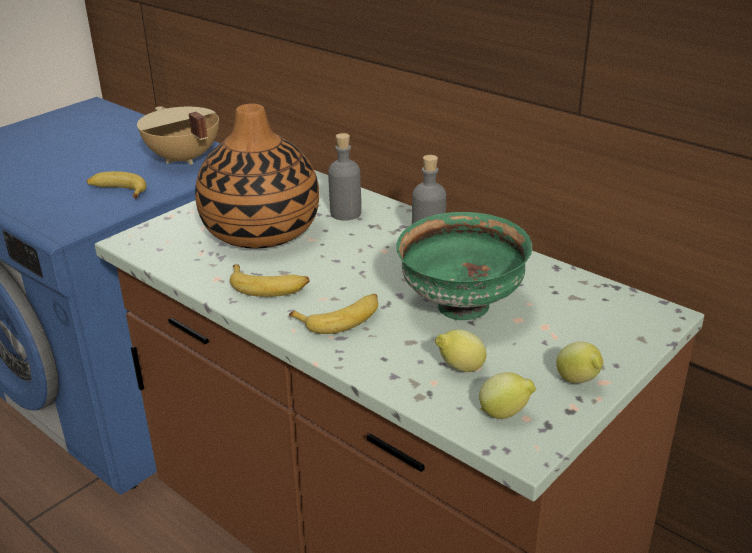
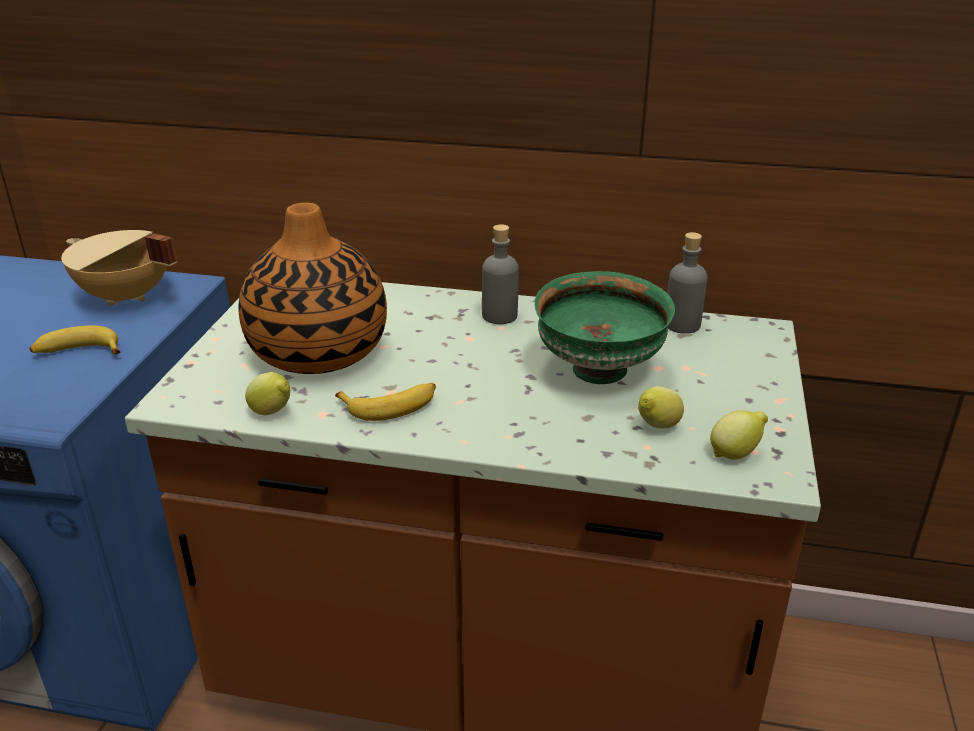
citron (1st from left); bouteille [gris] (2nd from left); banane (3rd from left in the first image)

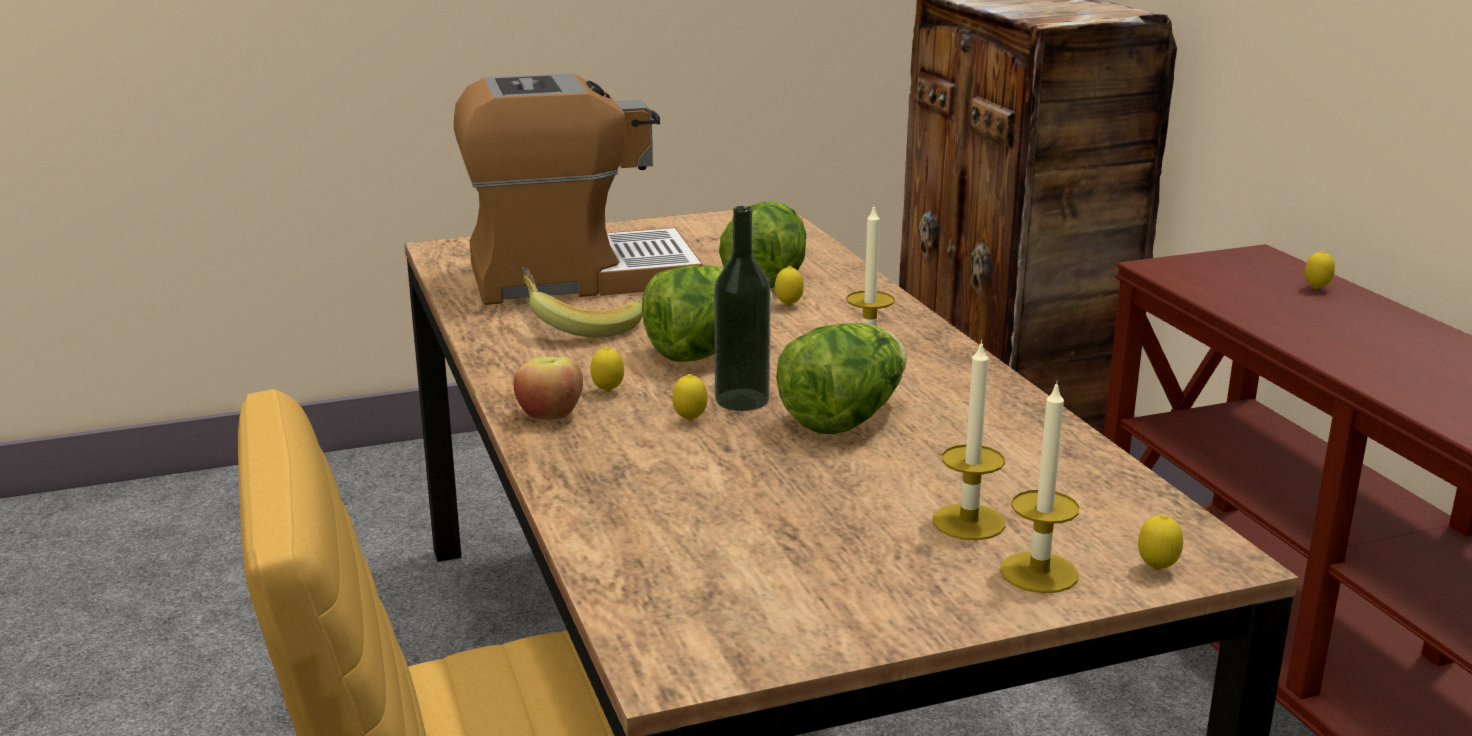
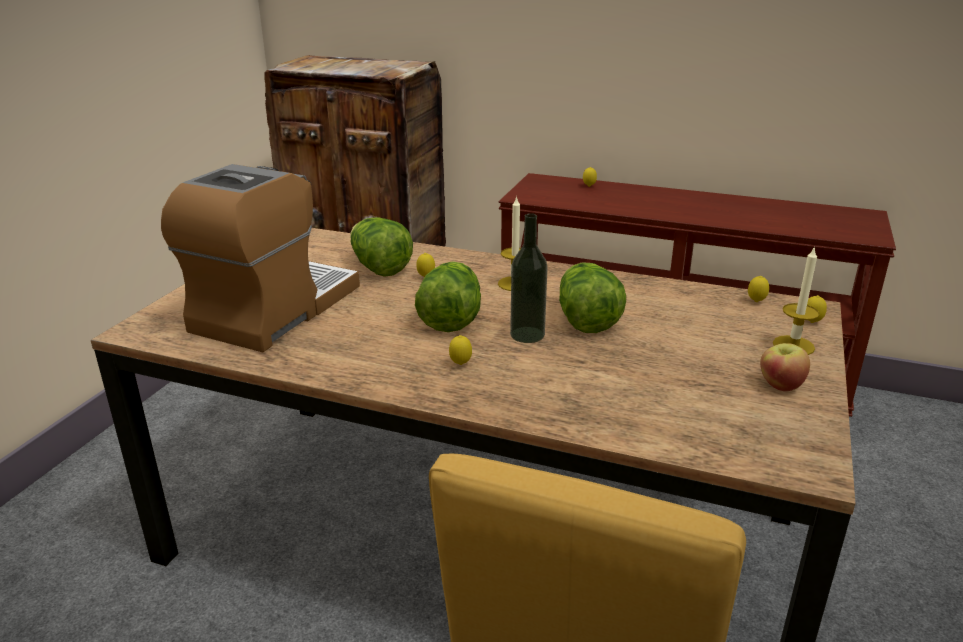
citron (4th from left); pomme; banane; bougie (2nd from left in the first image)

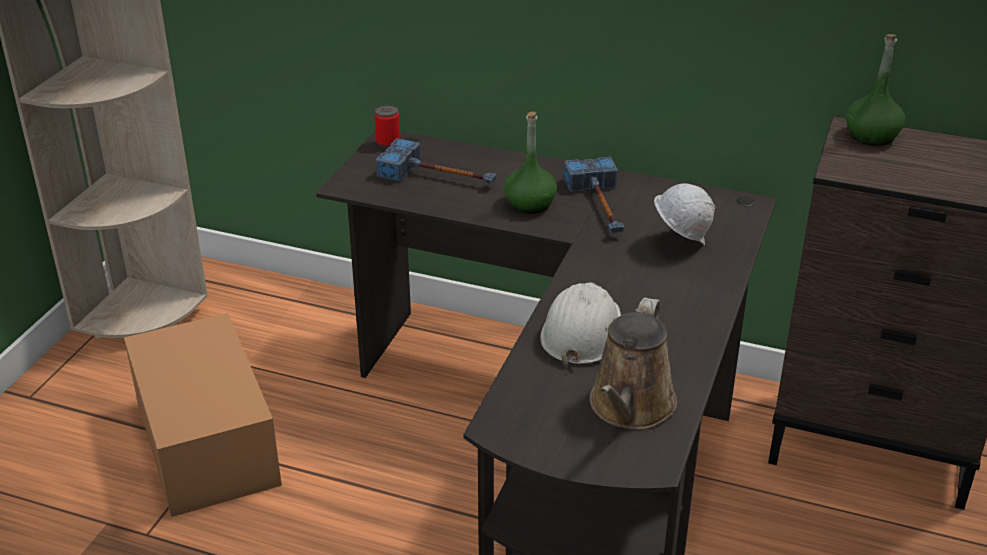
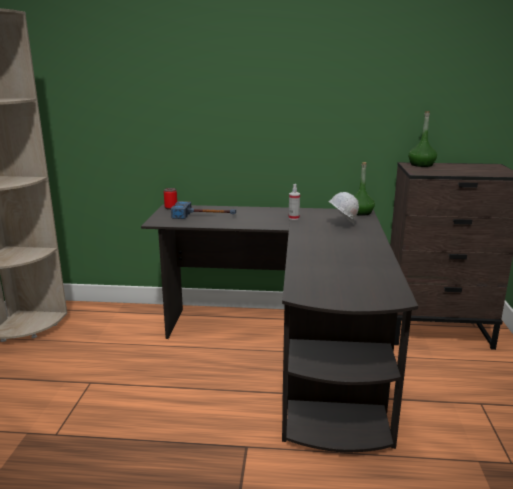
vaporisateur; bouteille [vert] (1st from left); carton; casque de chantier [blanc] (1st from left in the first image); arrosoir [marron]

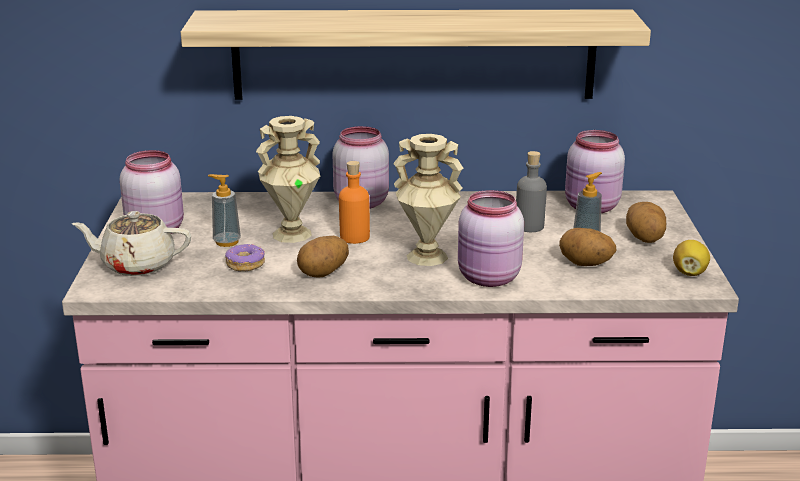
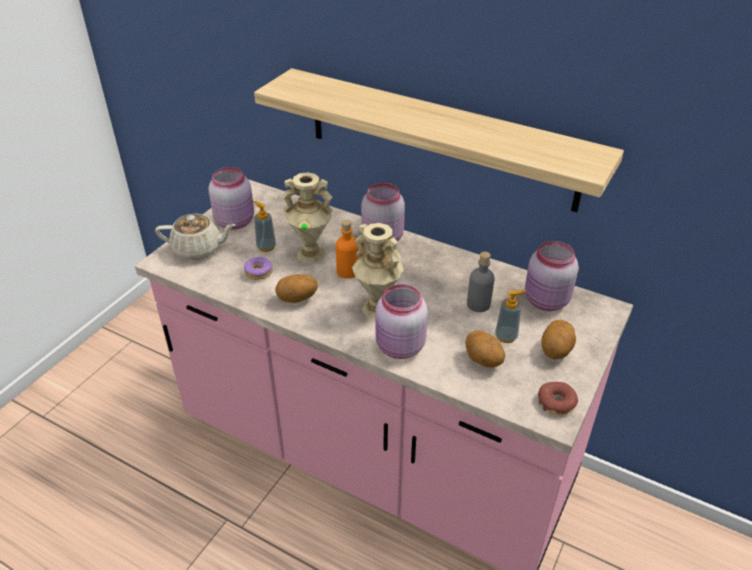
théière [beige]; beignet (2nd from left)

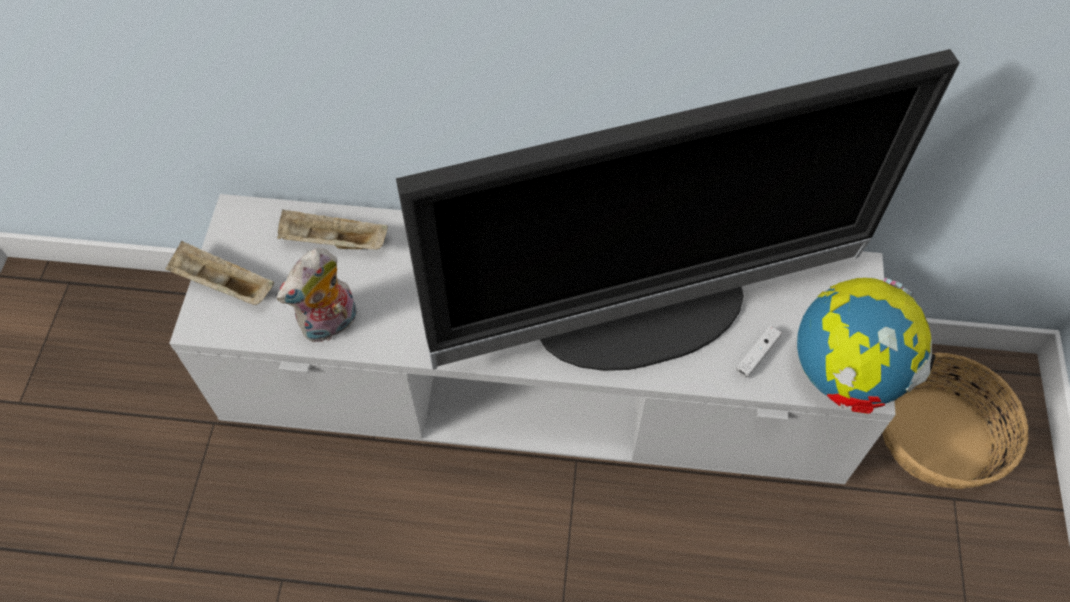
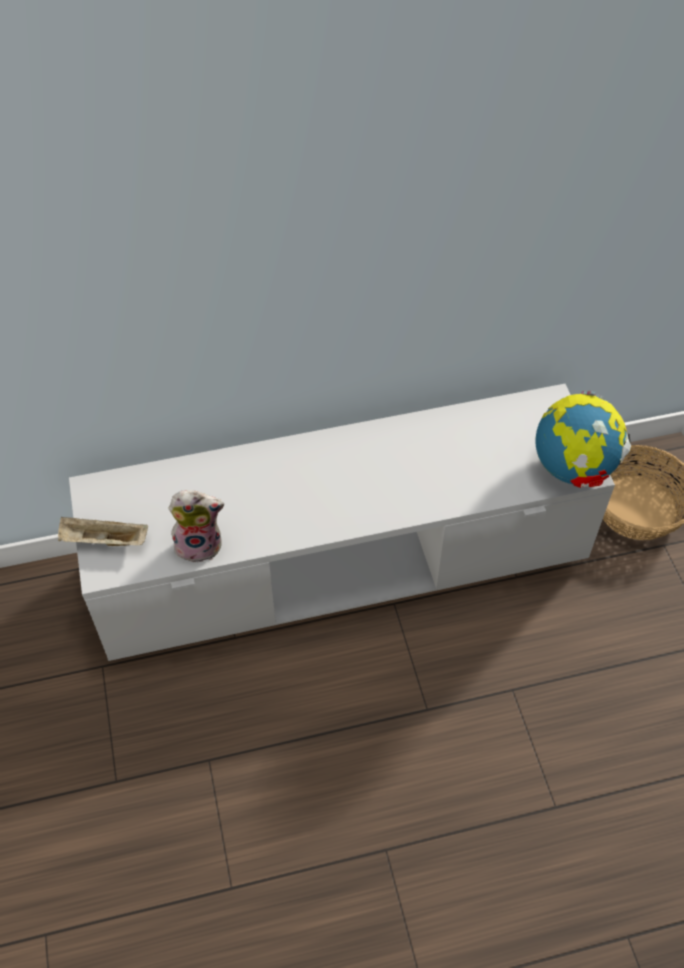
peluche; plateau [beige] (2nd from left in the first image); téléviseur; manette [blanc]

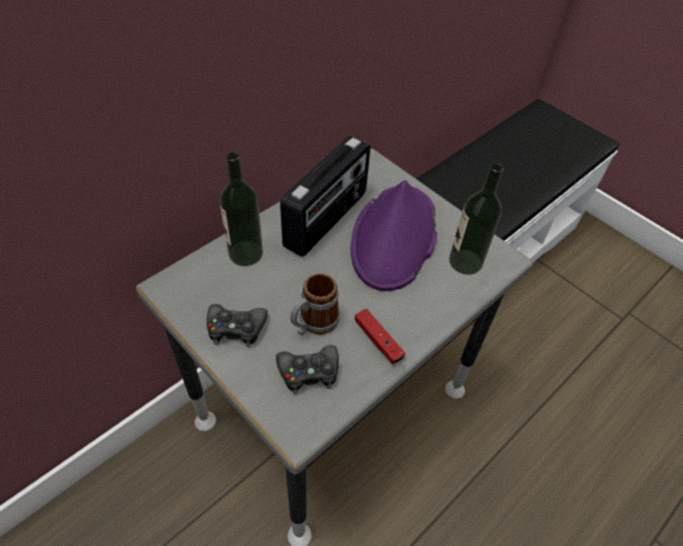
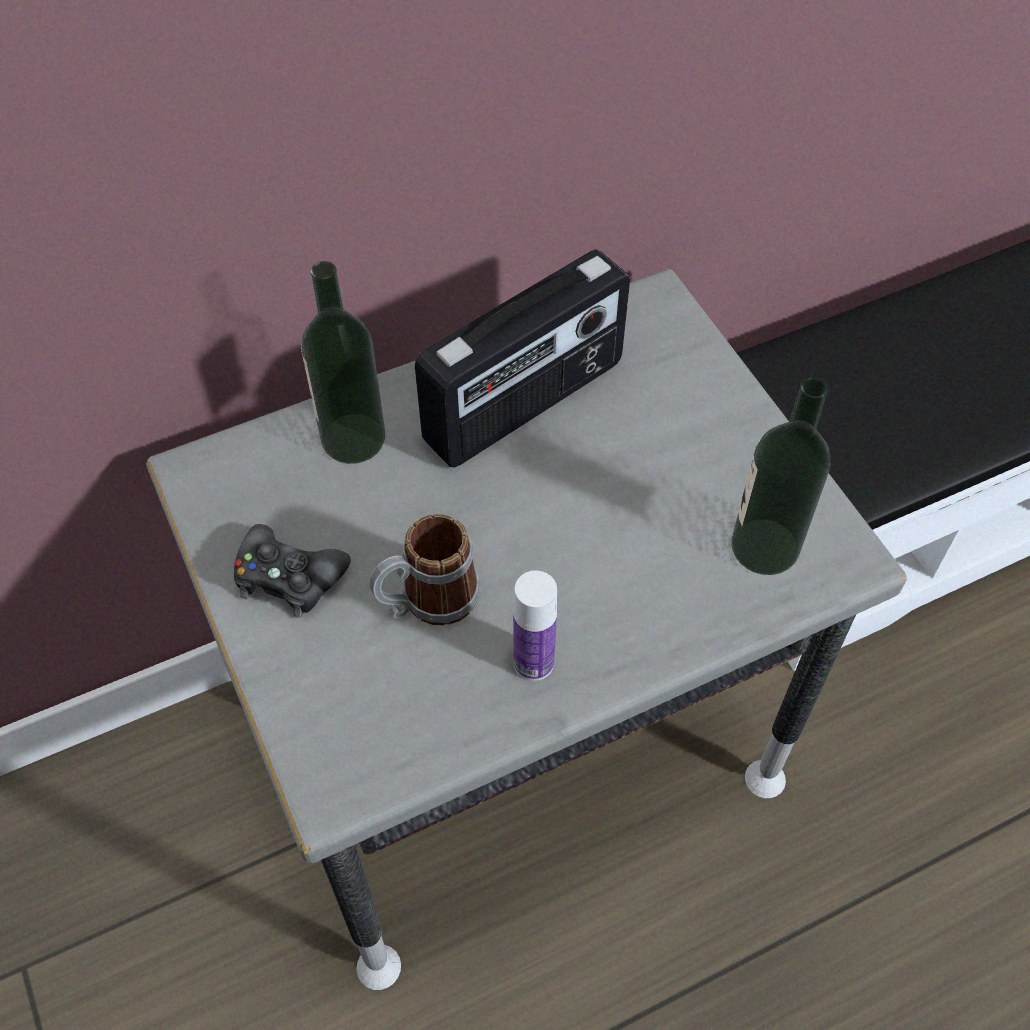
bouteille (2nd from left); manette [noir] (2nd from left in the first image); chapeau [violet]

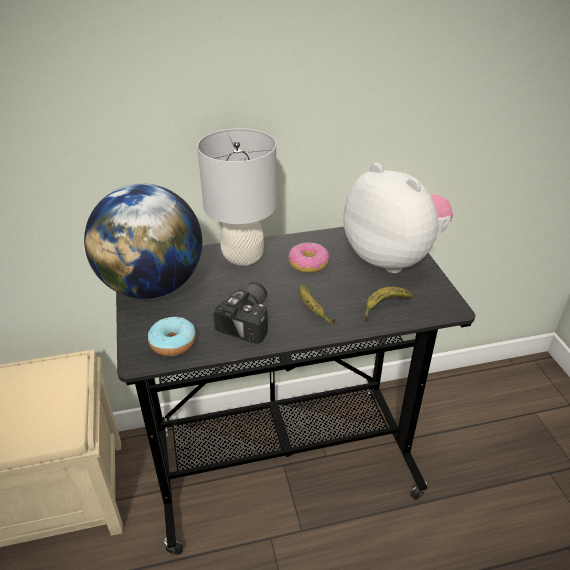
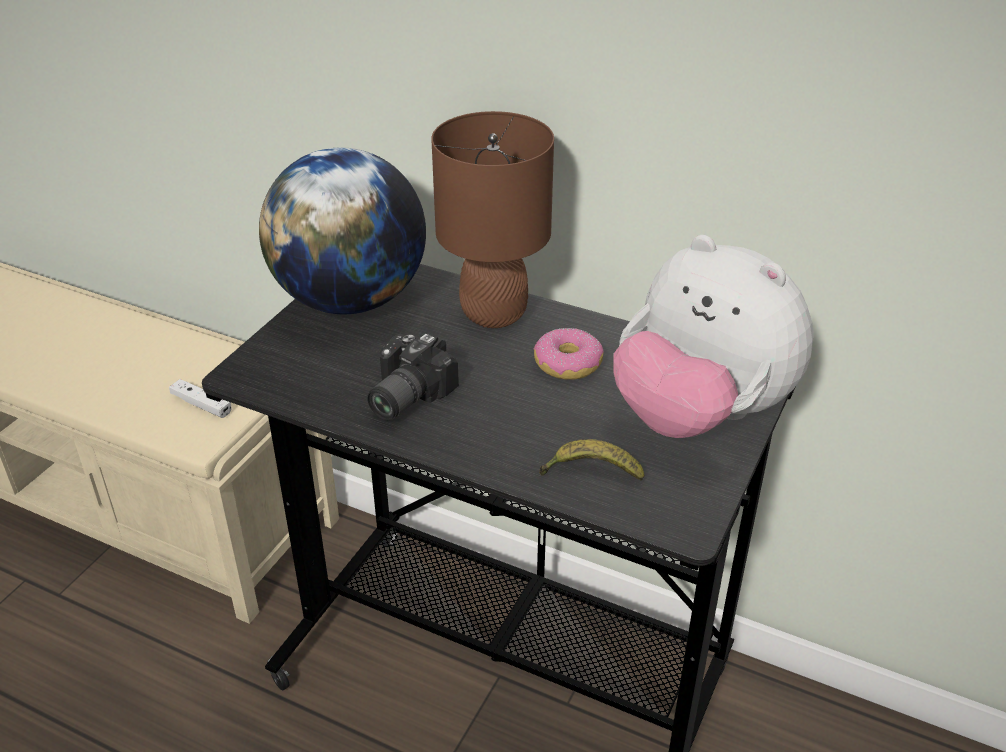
manette [blanc]; appareil photo; lampe de table [marron]; peluche; beignet (1st from left in the first image); banane (1st from left in the first image)

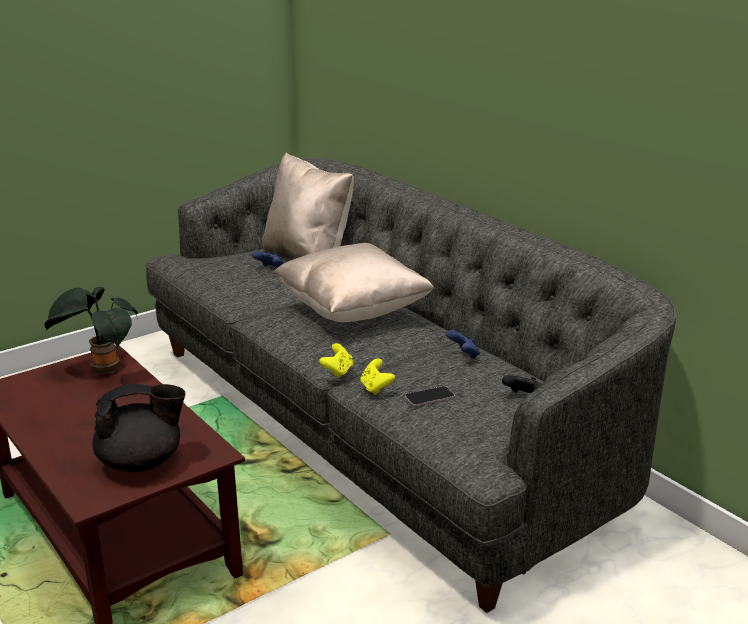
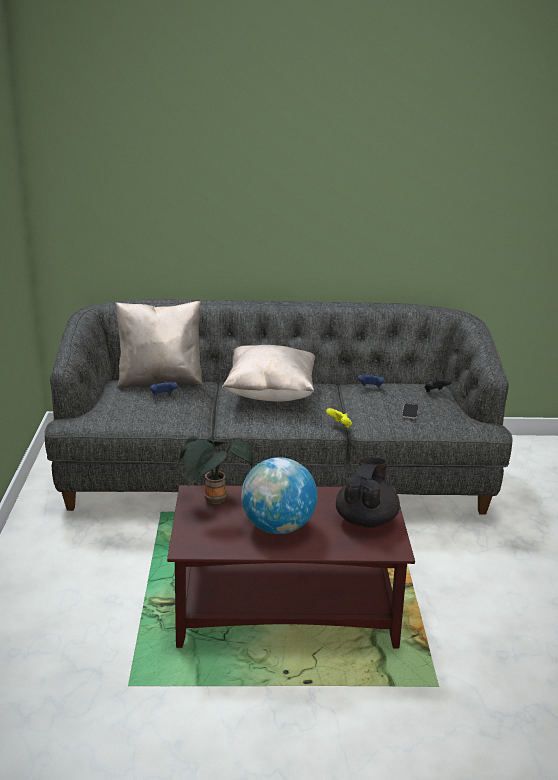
globe; manette [jaune] (2nd from left in the first image)

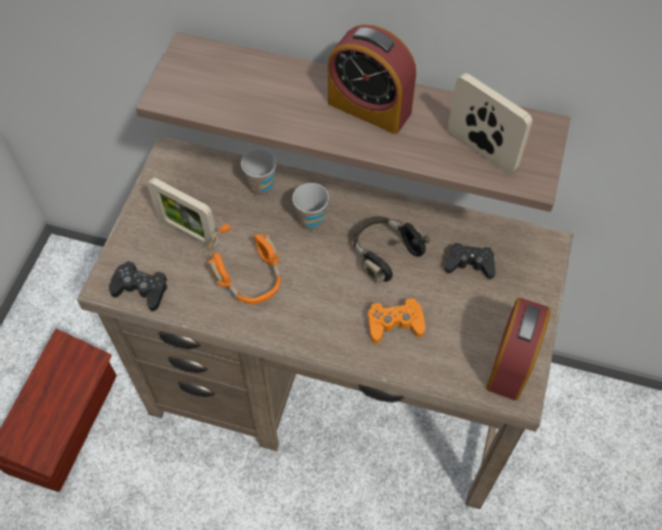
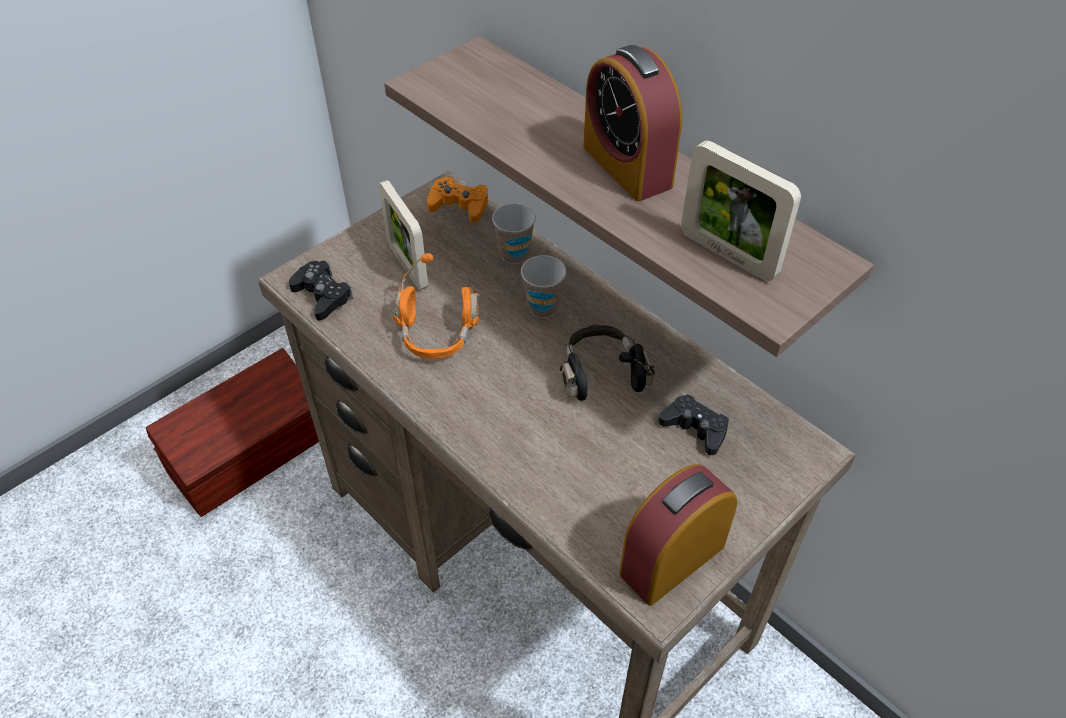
manette [orange]; cadre photo (2nd from left)

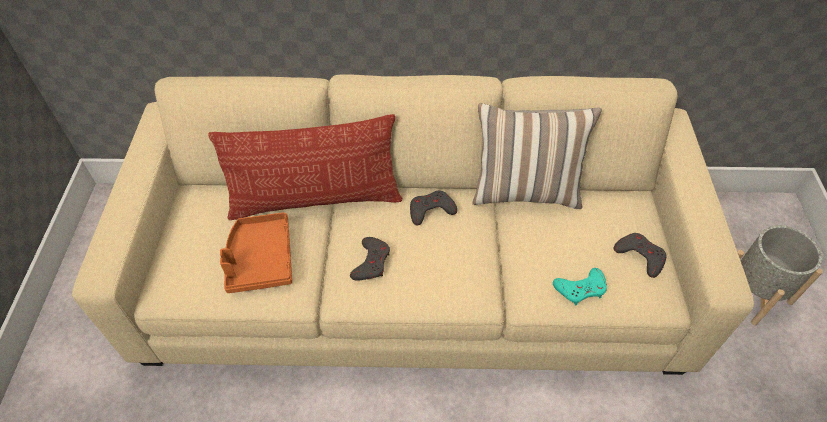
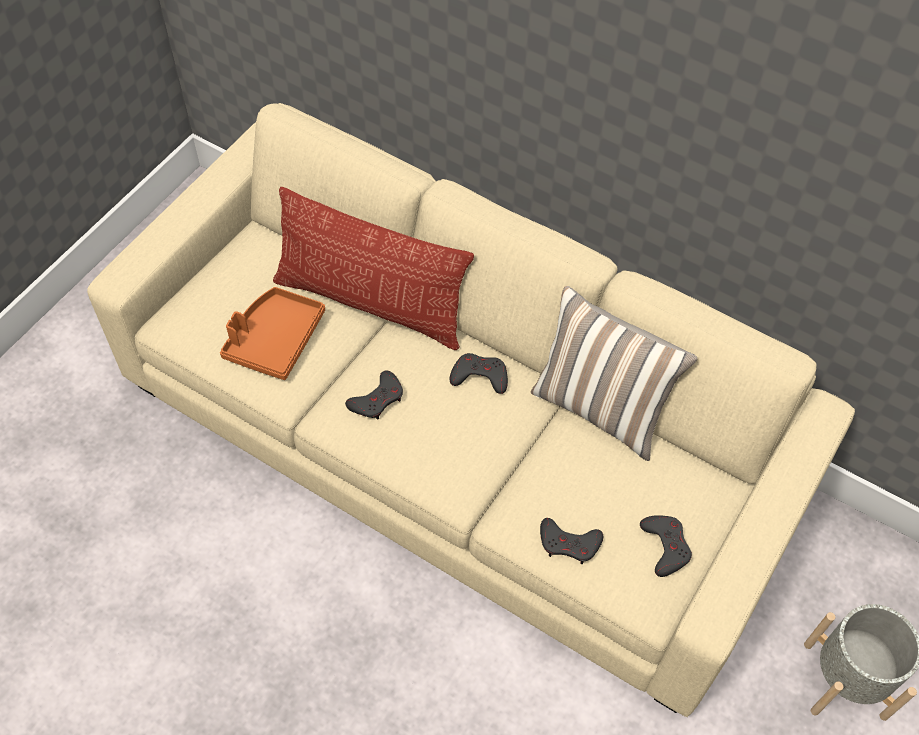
manette [gris] (3rd from left)

